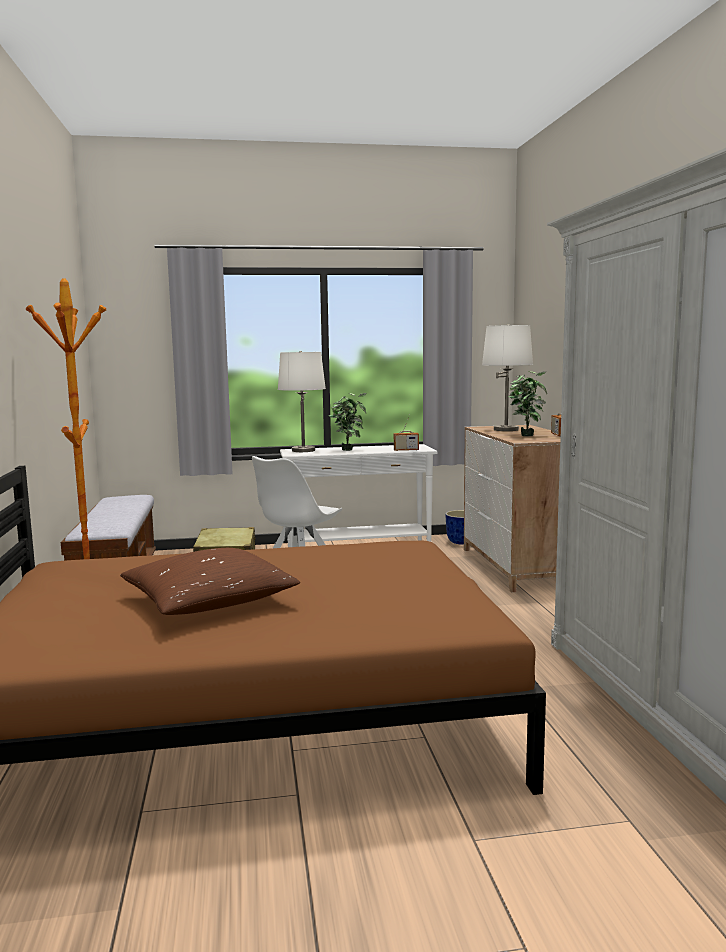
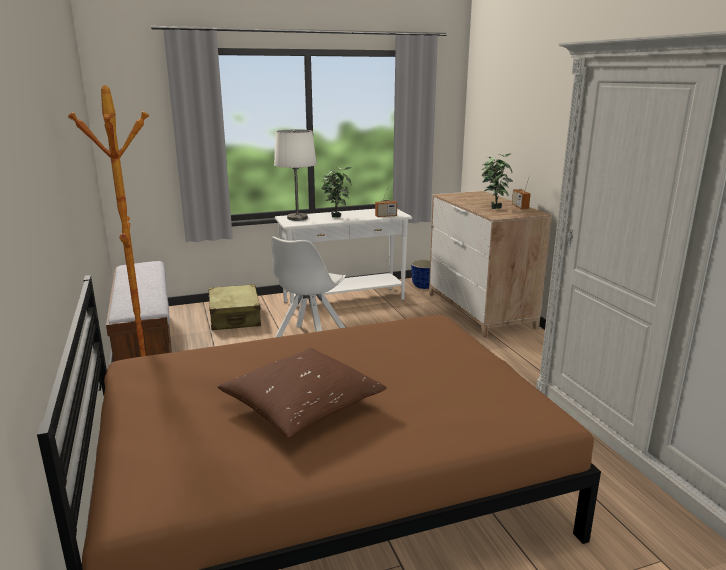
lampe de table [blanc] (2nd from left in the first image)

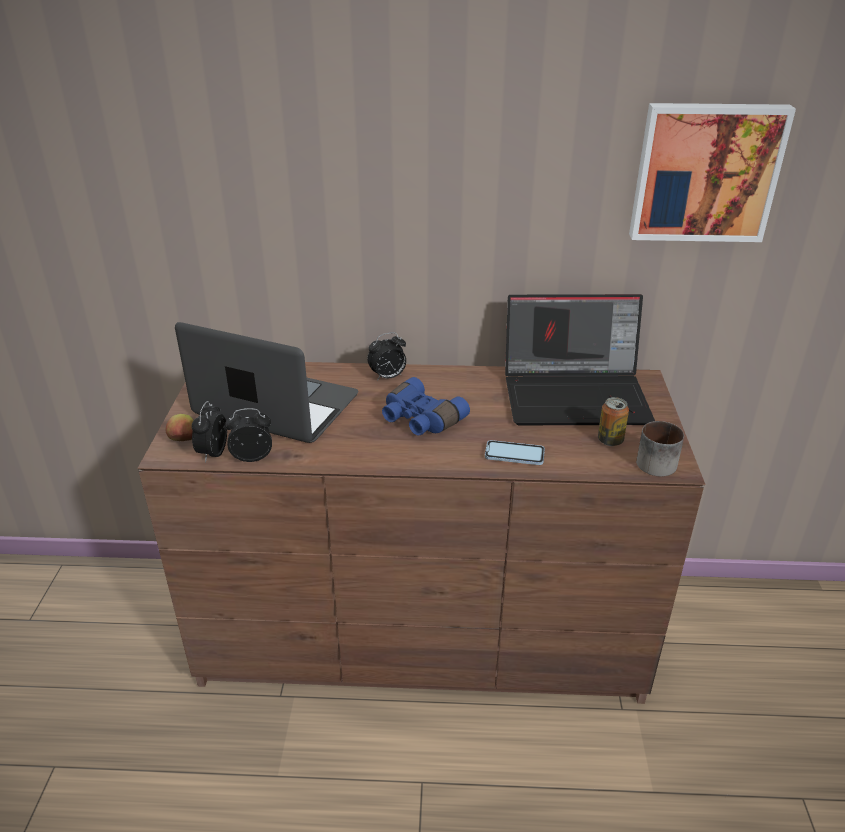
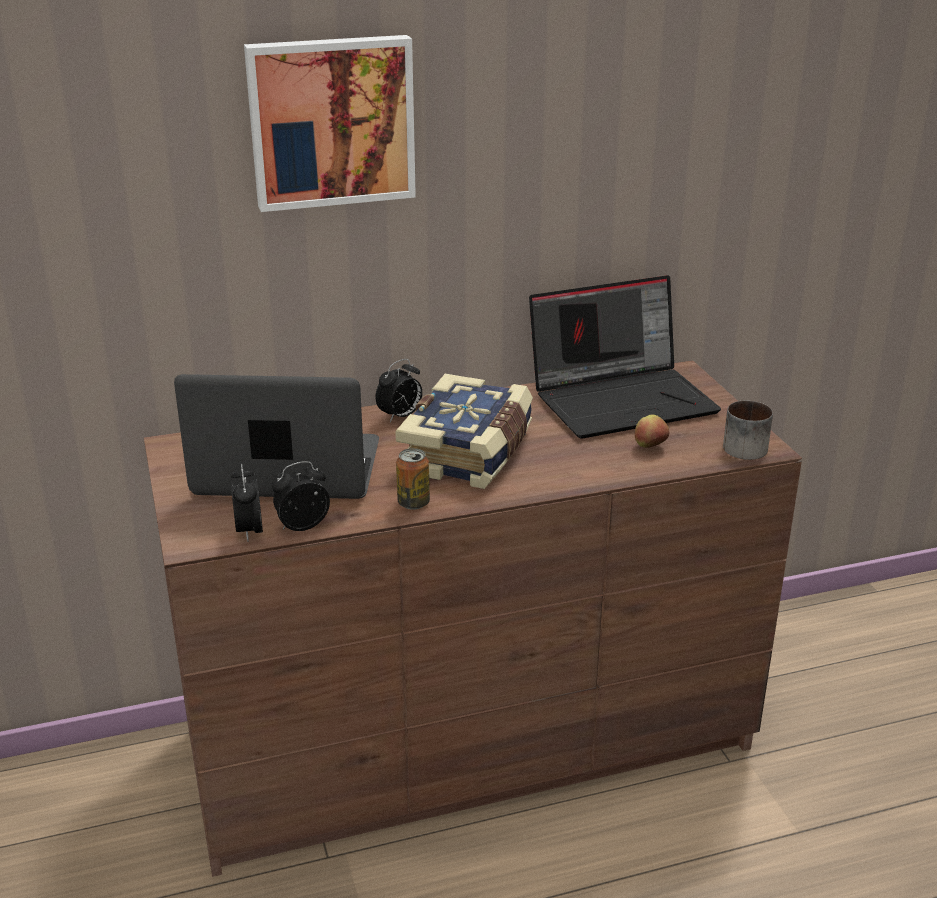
tableau; livre; boîte métallique; pomme; téléphone

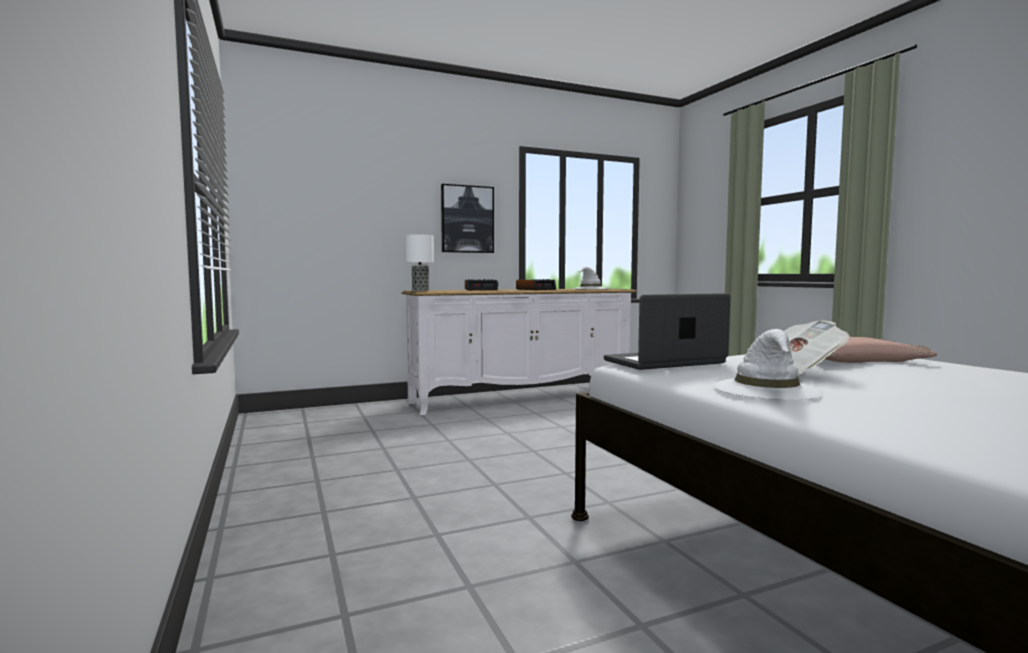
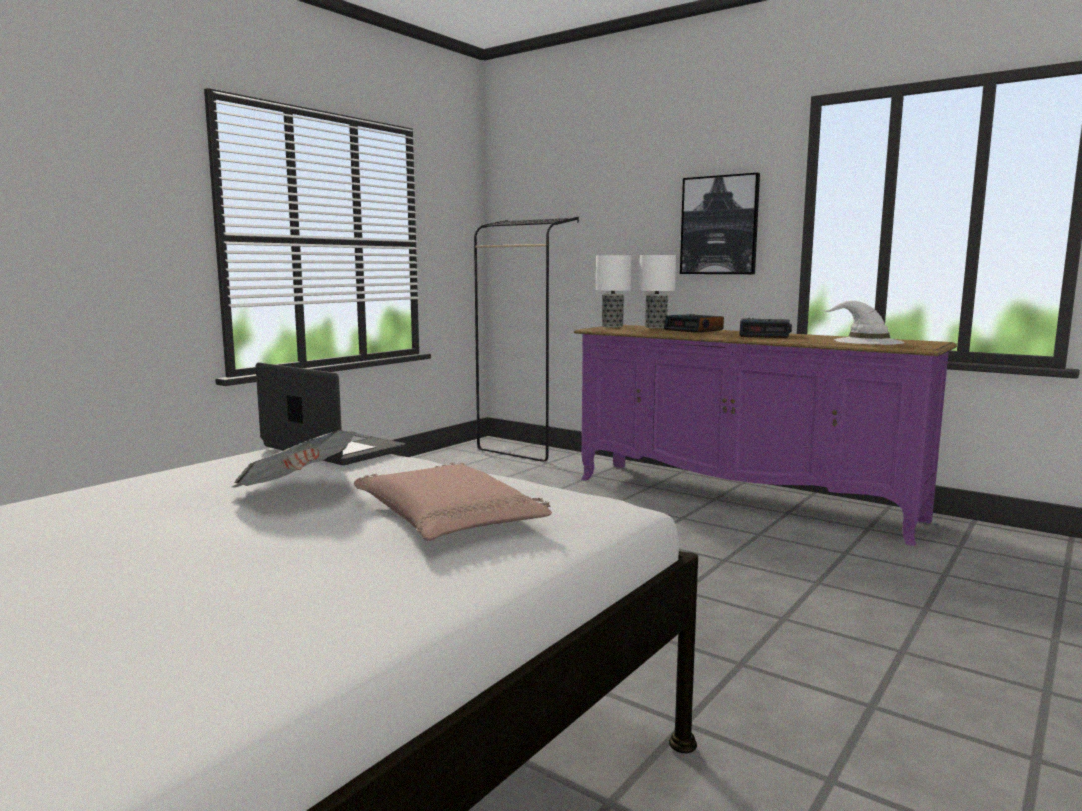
portant [noir]; commode [violet]; lampe de table (2nd from left); chapeau [blanc] (2nd from left in the first image)

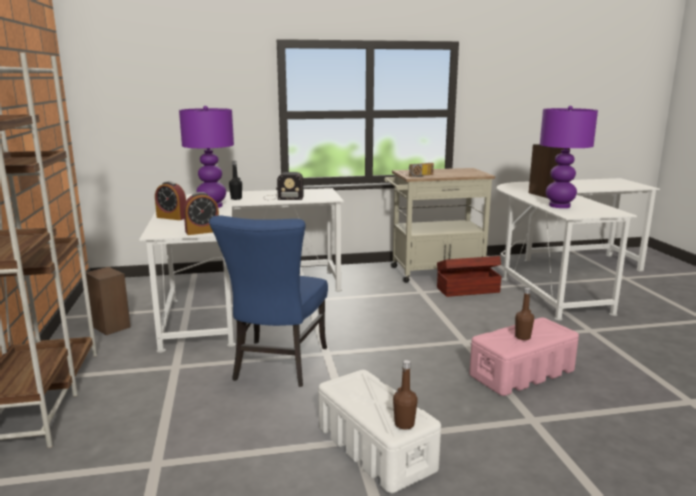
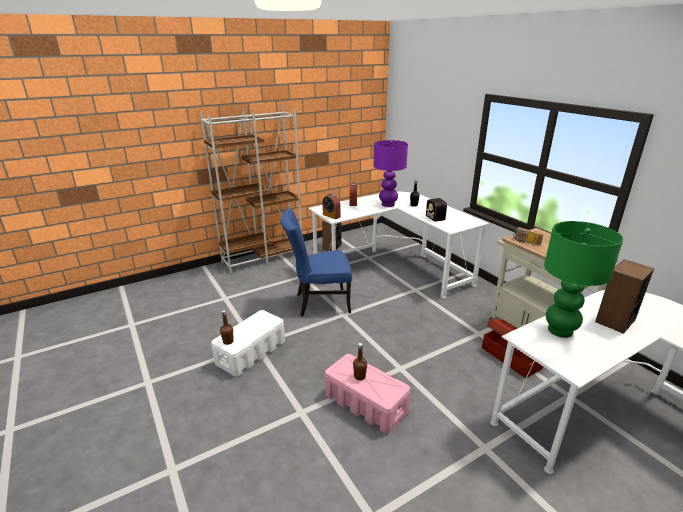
lampe de table [vert]

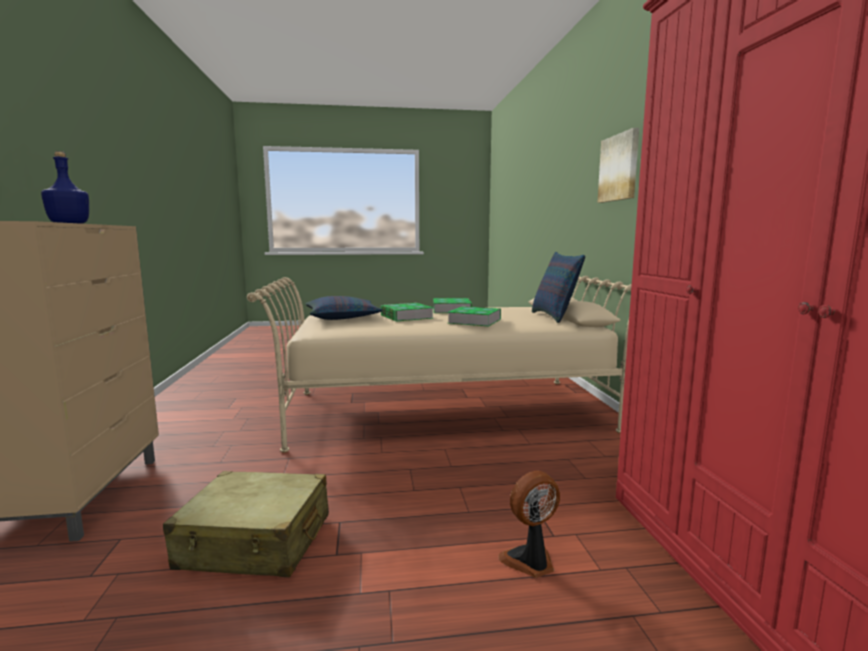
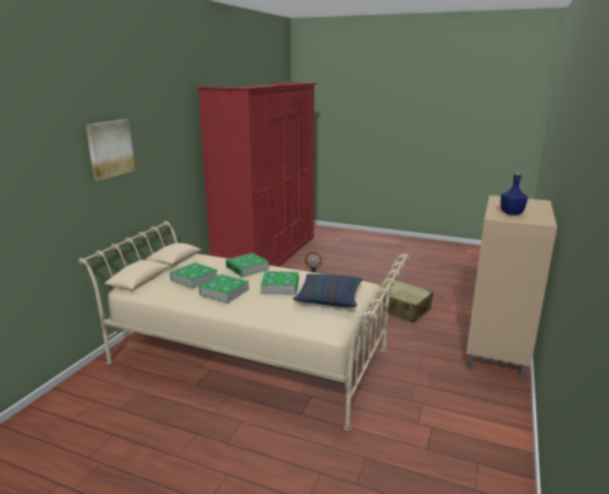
livre (1st from left); coussin [bleu] (2nd from left in the first image)

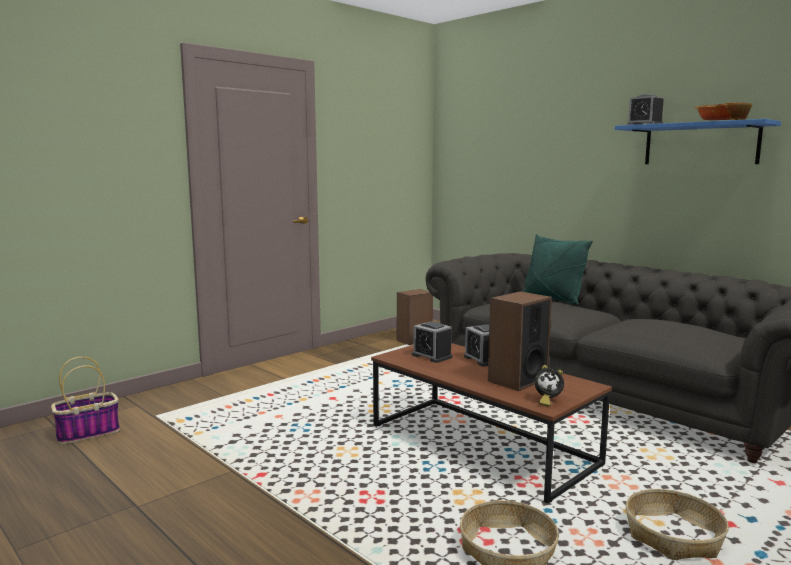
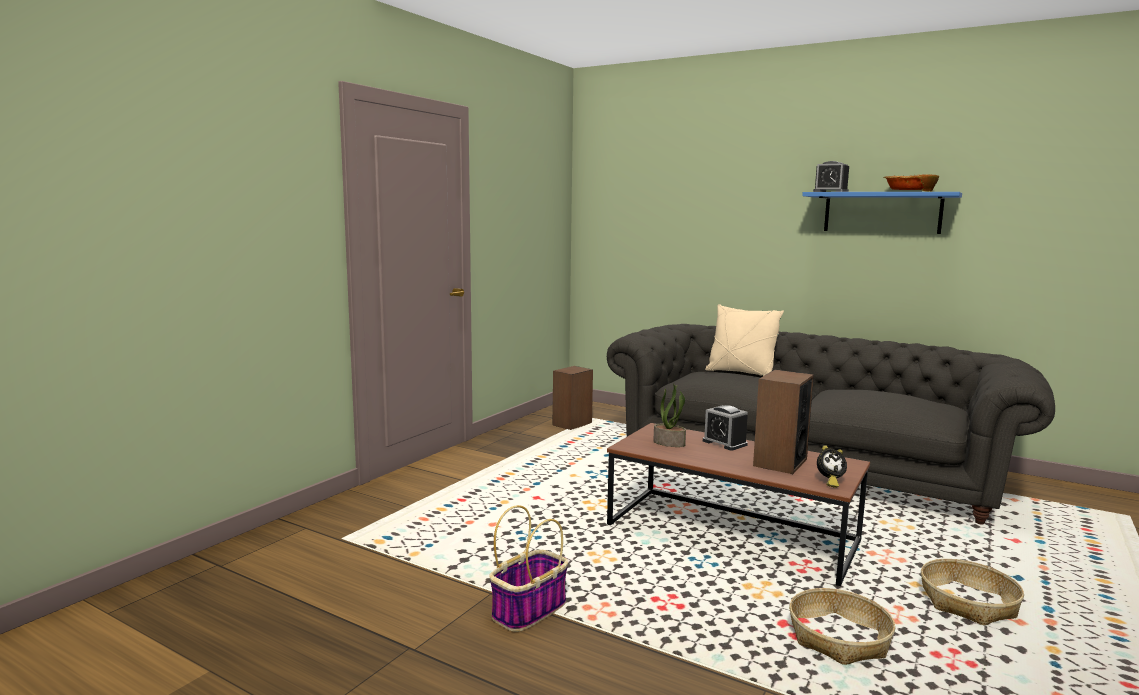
panier (1st from left); plante en pot; coussin [beige]

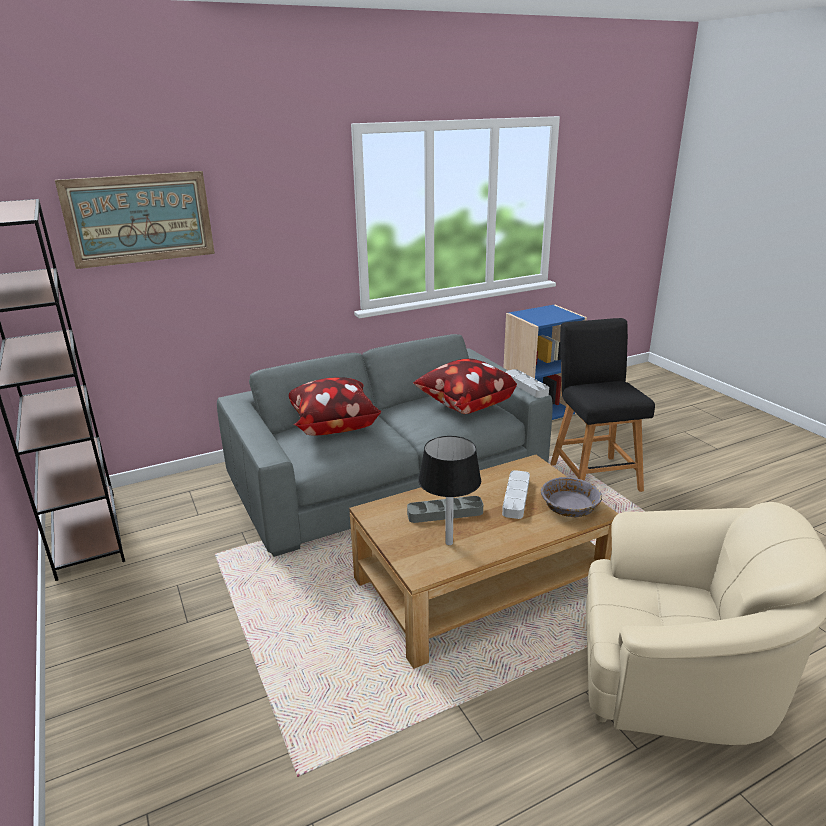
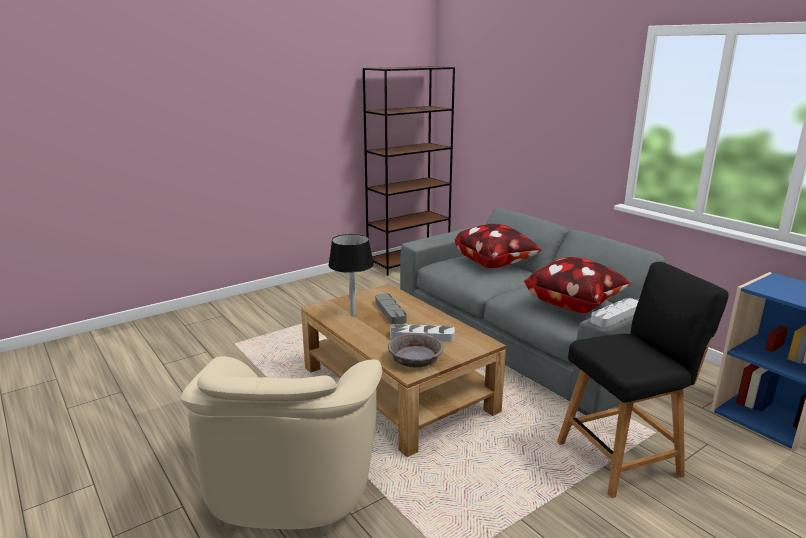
tableau

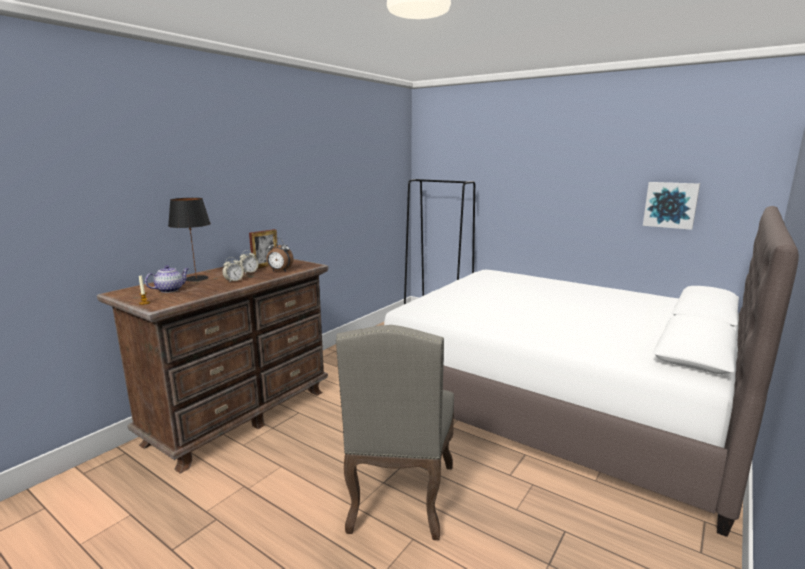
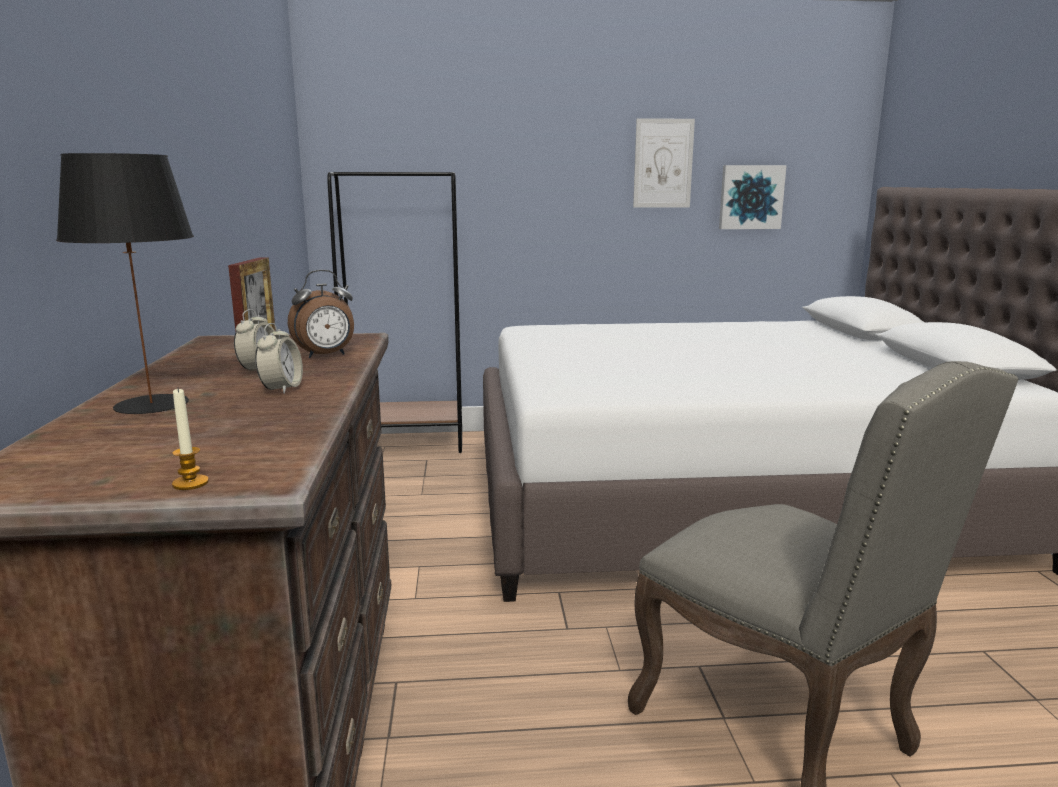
tableau (1st from left); théière

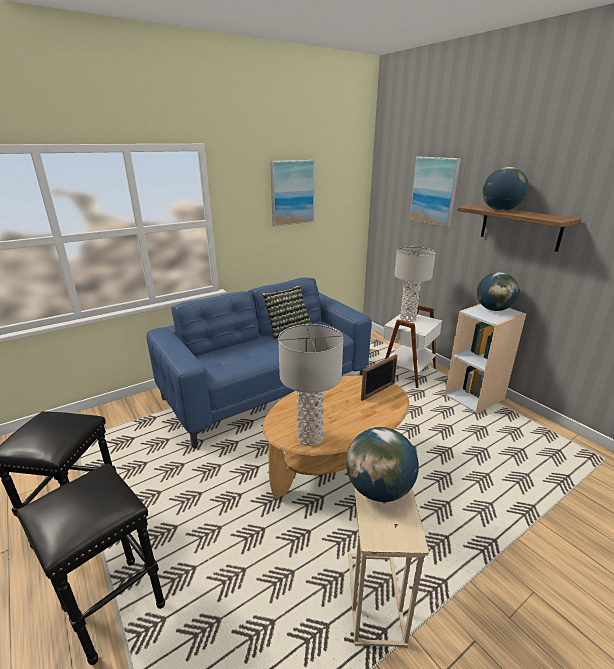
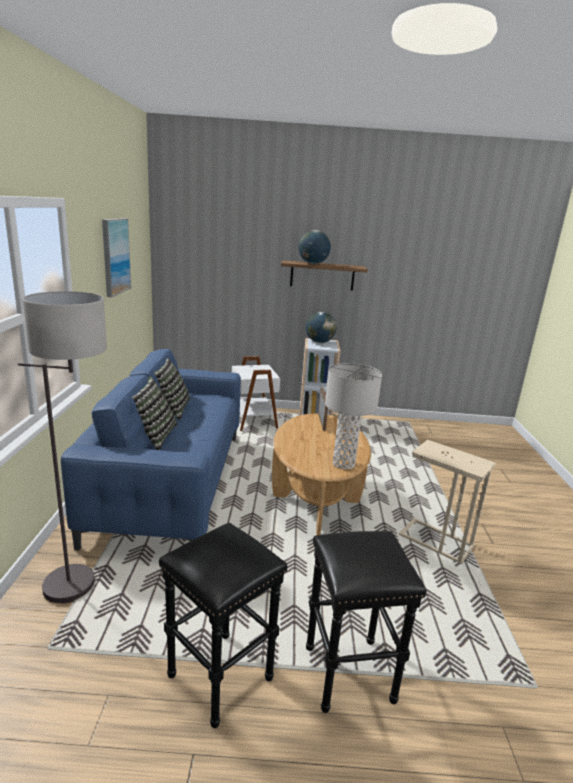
lampadaire [gris]; coussin (1st from left); globe (1st from left in the first image); lampe de table [blanc] (2nd from left in the first image); tableau (2nd from left in the first image)

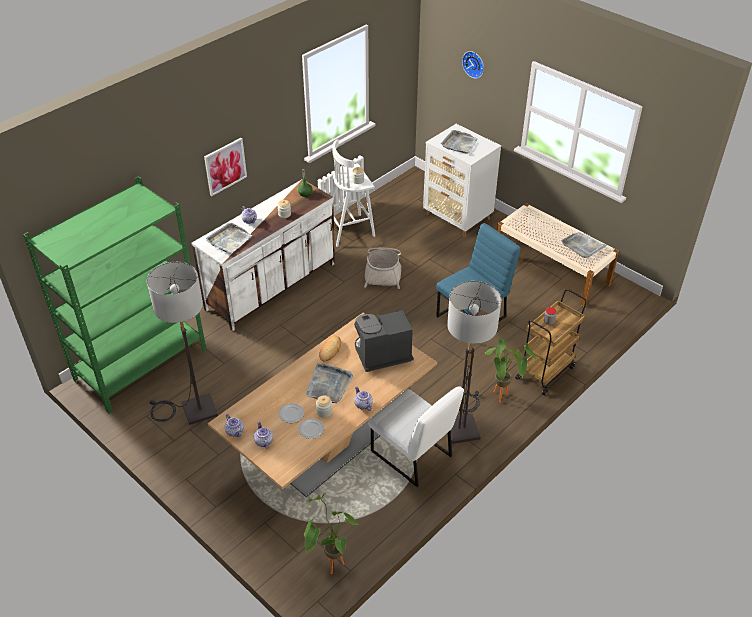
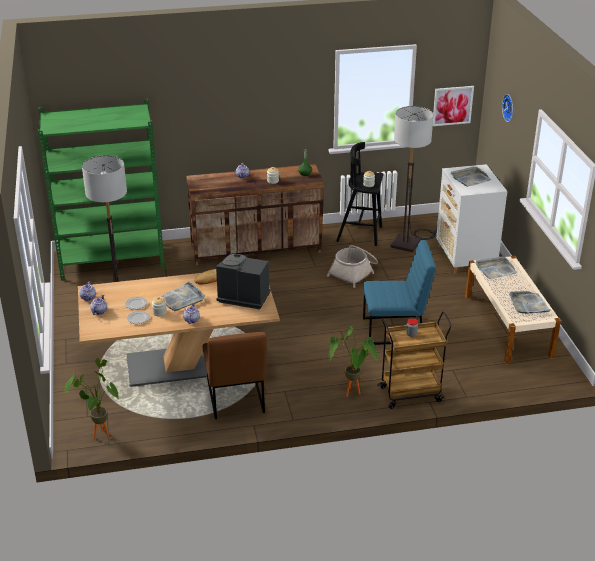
meuble de rangement [marron]; chaise [marron]; tabouret [noir]; lampadaire (2nd from left); tableau; plateau [gris] (3rd from left)

